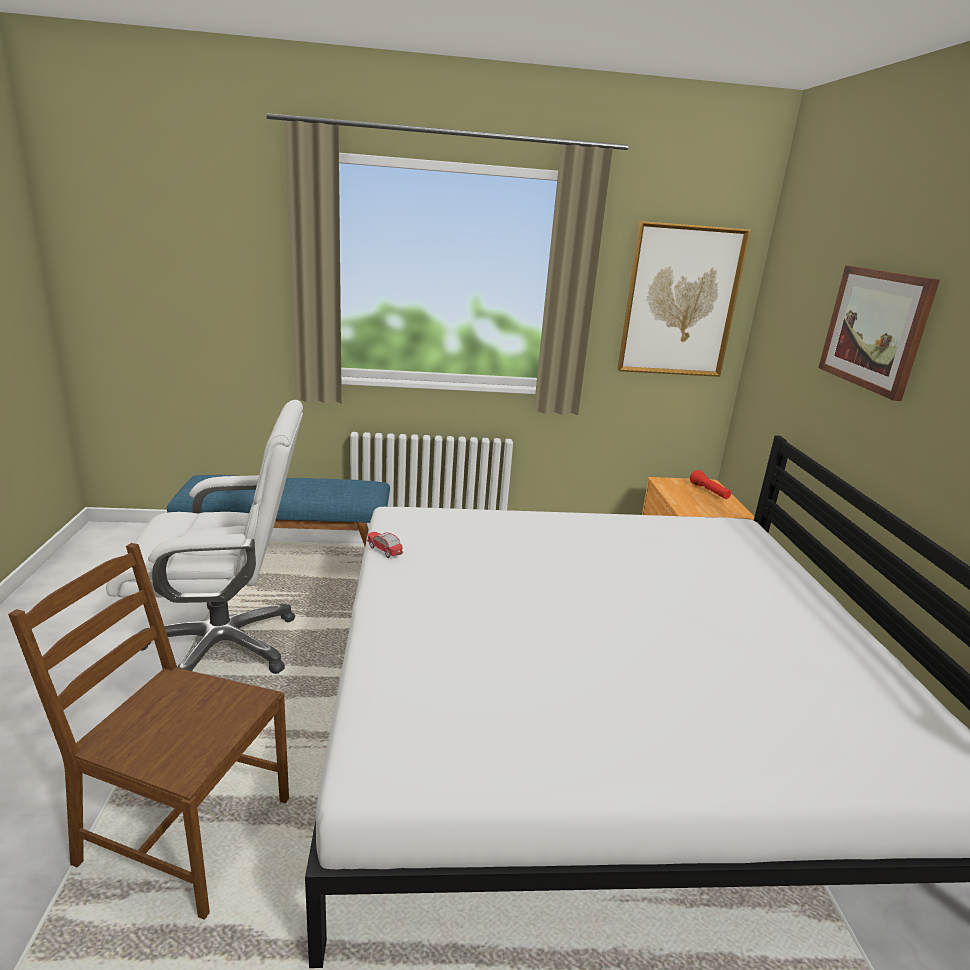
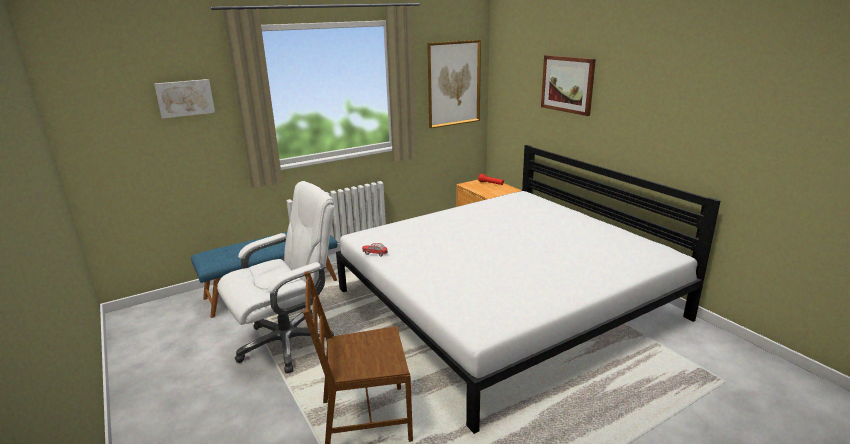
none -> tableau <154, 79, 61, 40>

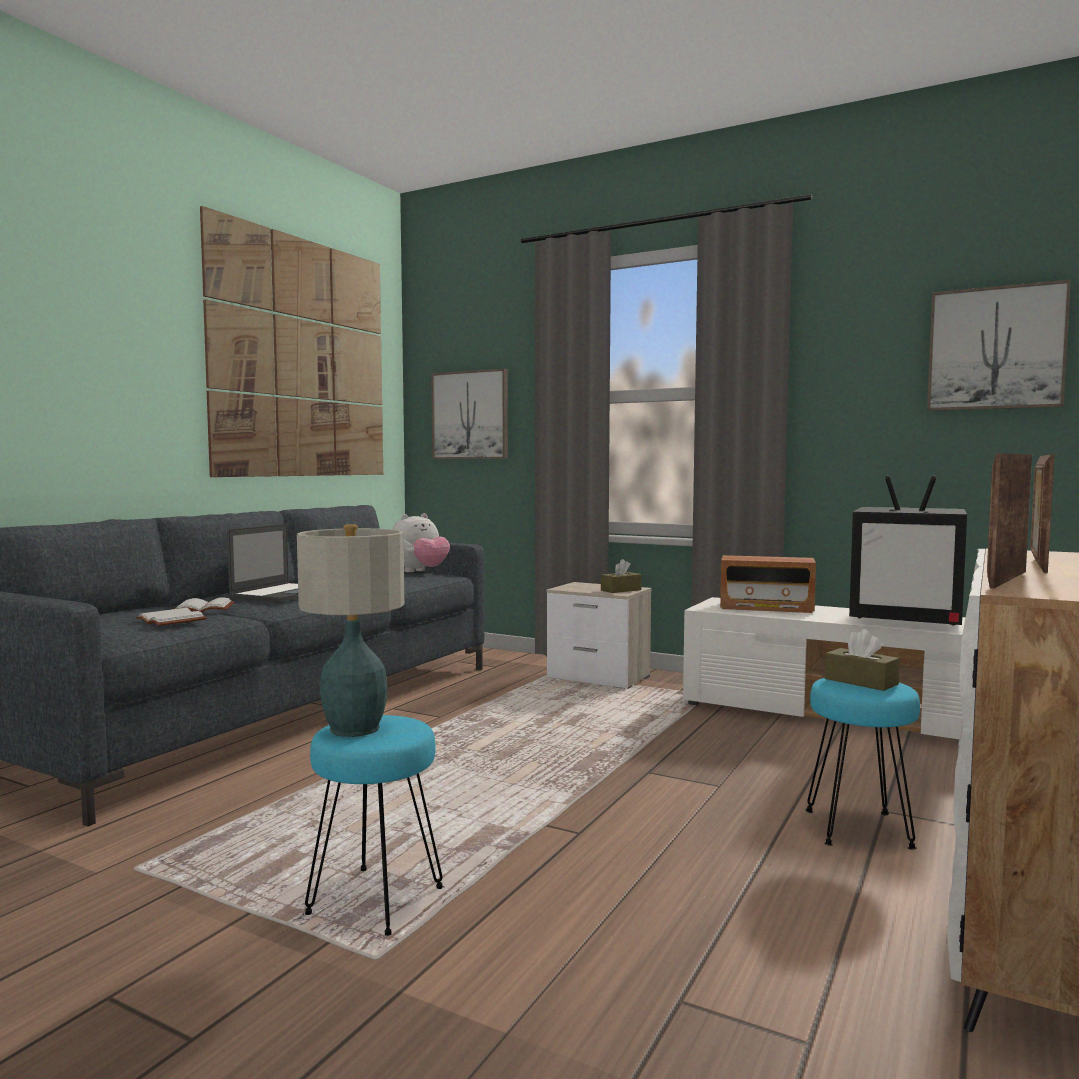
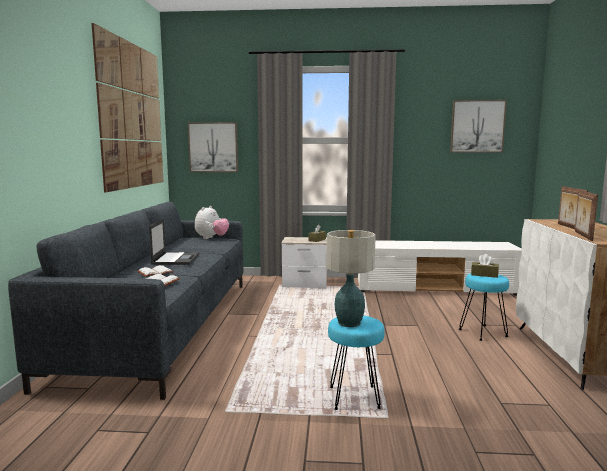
radio <720, 555, 96, 58> -> none
téléviseur <849, 475, 118, 150> -> none

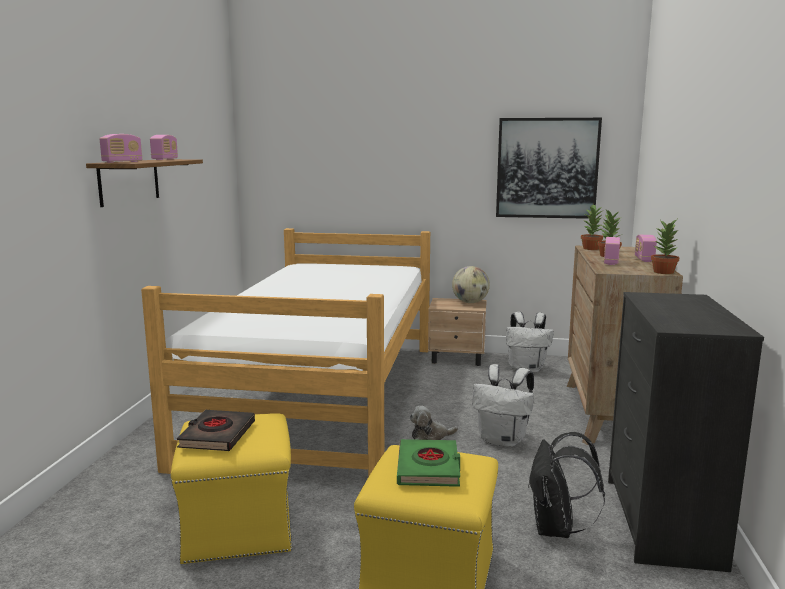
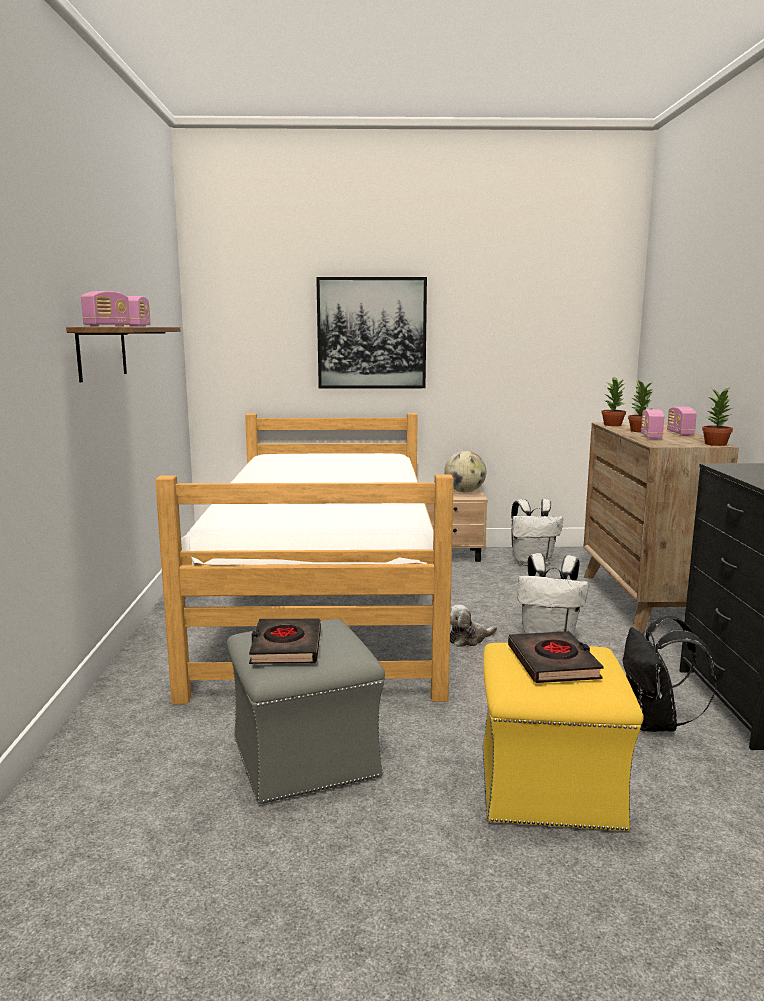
pouf/jaune <171, 413, 121, 151> -> pouf/gris <227, 619, 158, 185>
livre/vert <397, 439, 63, 48> -> livre/noir <508, 631, 96, 52>
tableau <496, 118, 106, 101> -> tableau <316, 277, 111, 112>, move

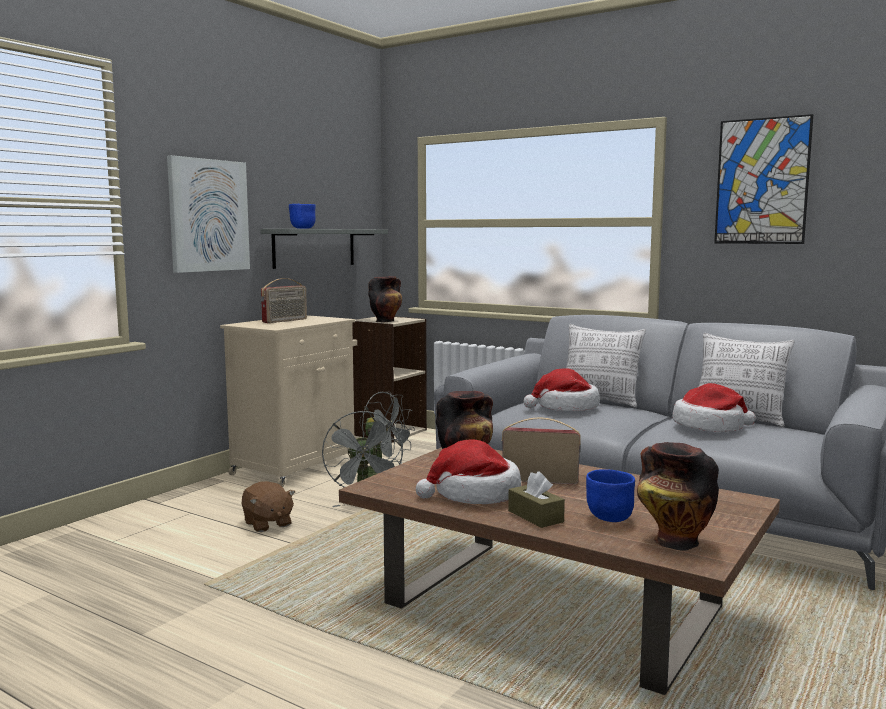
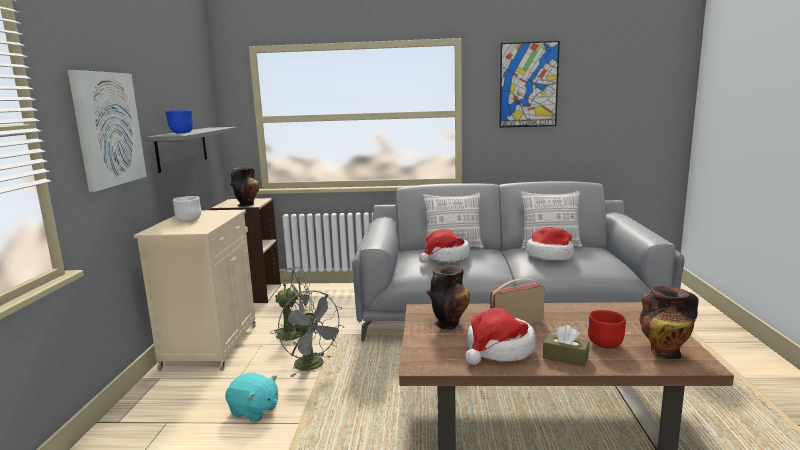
peluche/marron <242, 481, 53, 51> -> peluche/turquoise <225, 373, 53, 49>
radio <261, 278, 46, 45> -> bol/blanc <173, 196, 28, 26>
bol/bleu <586, 469, 49, 53> -> bol/rouge <588, 310, 38, 38>

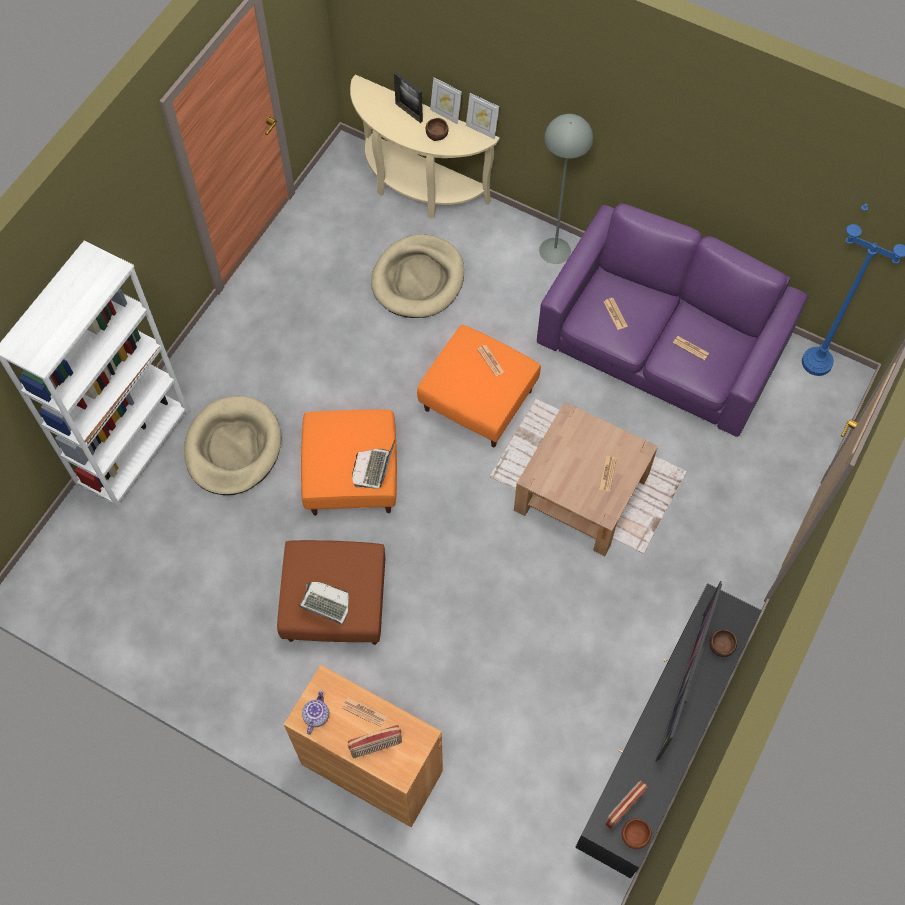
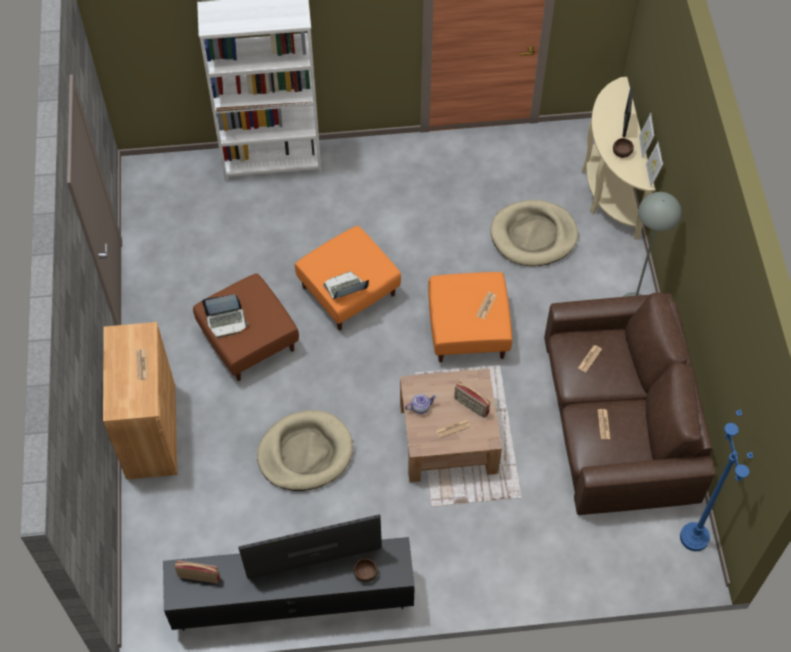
panier pour chien/beige <184, 396, 97, 99> -> panier pour chien/beige <257, 410, 96, 81>, move
ordinateur portable <298, 582, 51, 43> -> ordinateur portable <202, 294, 46, 44>, 90 degrees clockwise
théière <302, 690, 27, 45> -> théière <405, 394, 32, 20>, move
radio <348, 725, 54, 33> -> radio <454, 382, 36, 36>, move
canapé/violet <537, 204, 271, 233> -> canapé/marron <544, 293, 171, 222>
bol/marron <622, 818, 30, 31> -> none

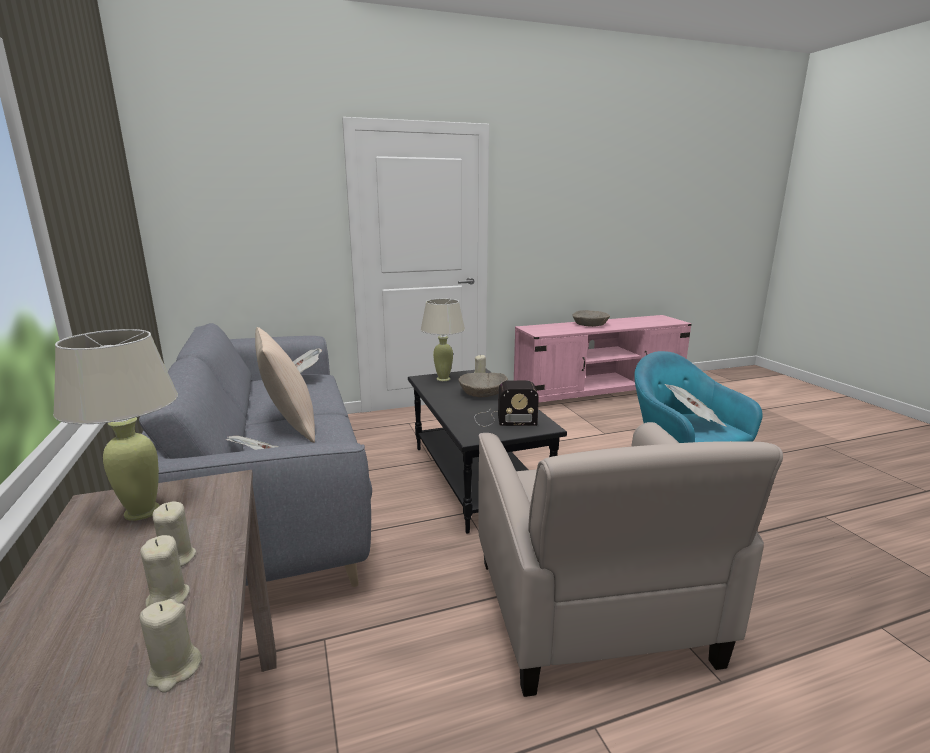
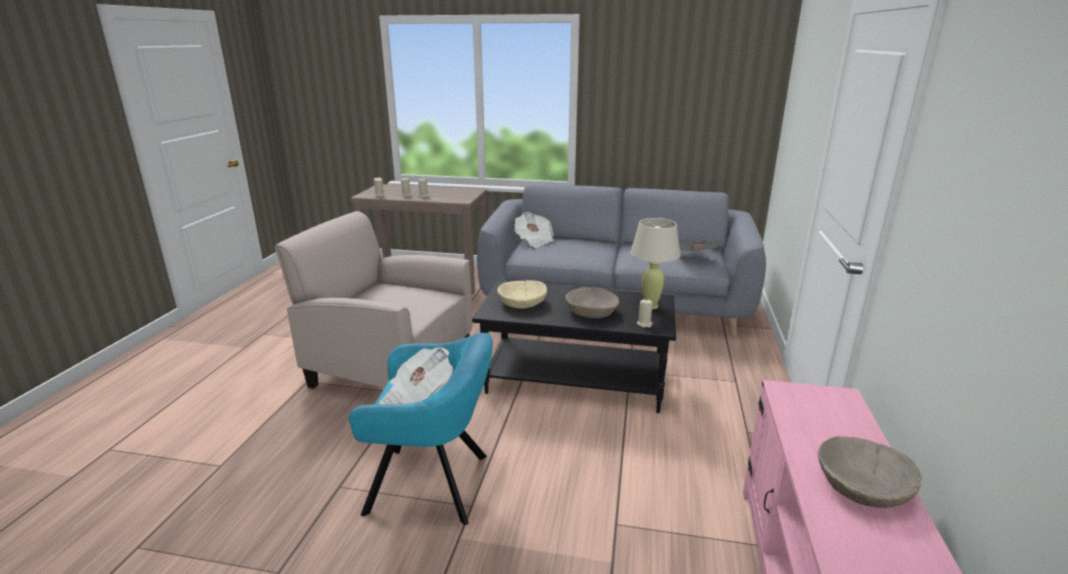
lampe de table/beige <53, 329, 125, 192> -> none
coussin/beige <255, 327, 60, 116> -> none
radio <475, 380, 64, 47> -> bol/beige <497, 280, 50, 29>

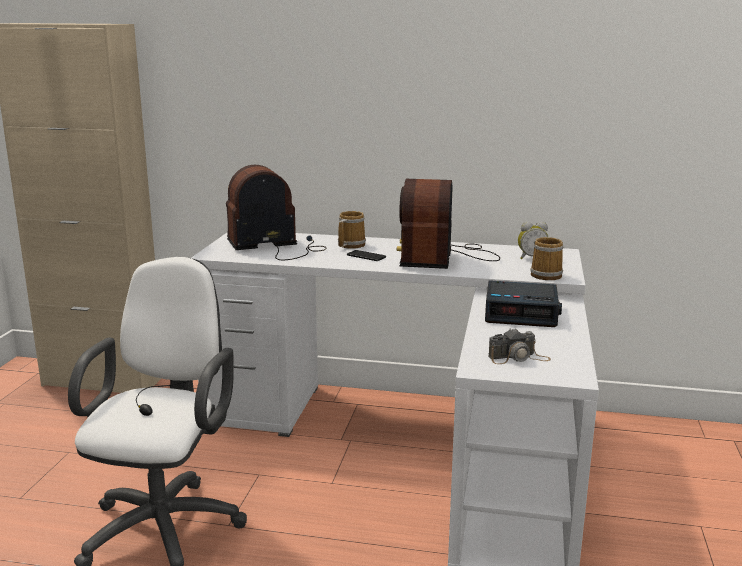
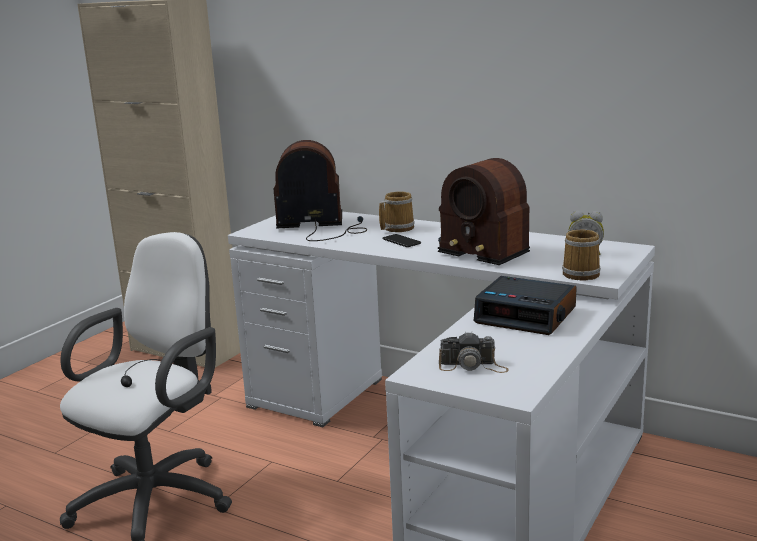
radio <397, 179, 103, 90> -> radio <438, 158, 92, 107>, 75 degrees counterclockwise

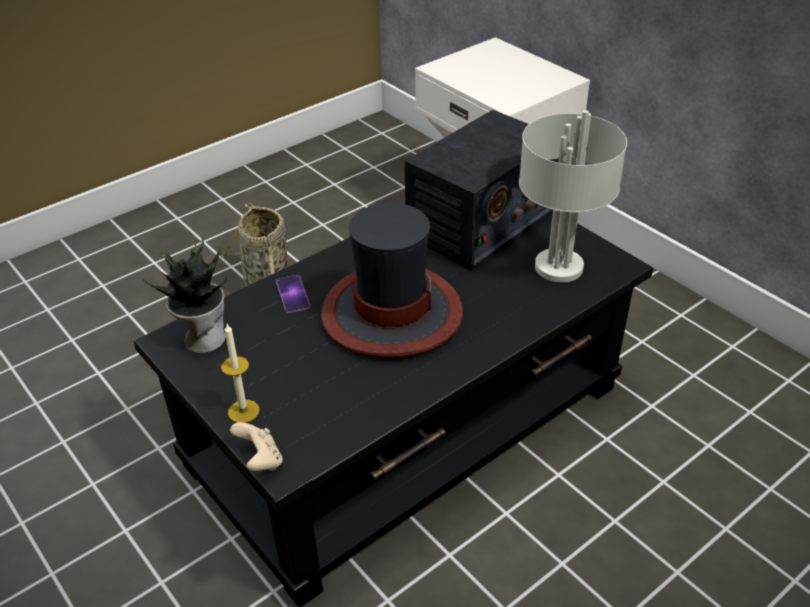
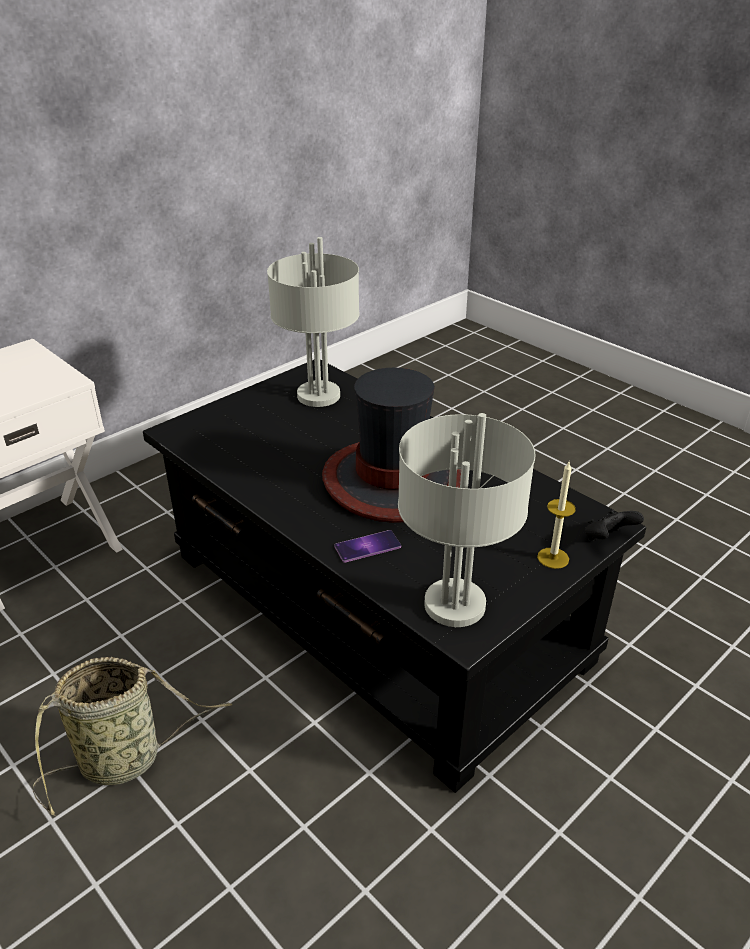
plante en pot <142, 235, 85, 118> -> lampe de table/gris <398, 413, 137, 214>
manette/beige <230, 422, 53, 49> -> manette/noir <585, 510, 59, 31>
radio <404, 110, 155, 161> -> none

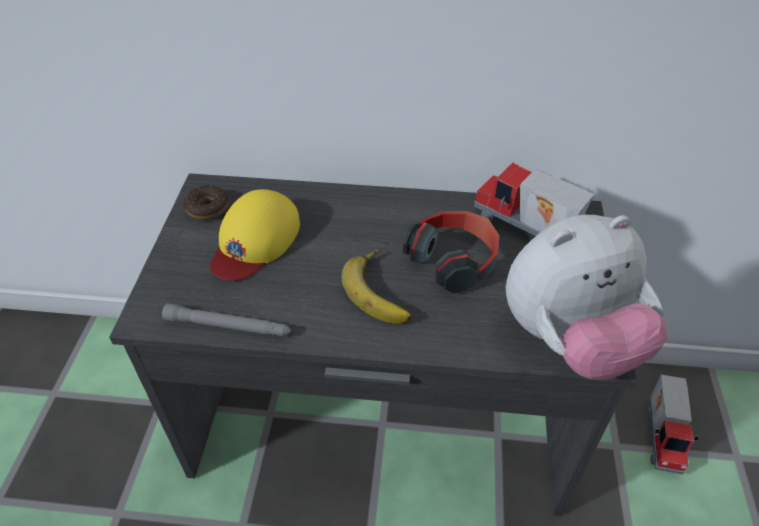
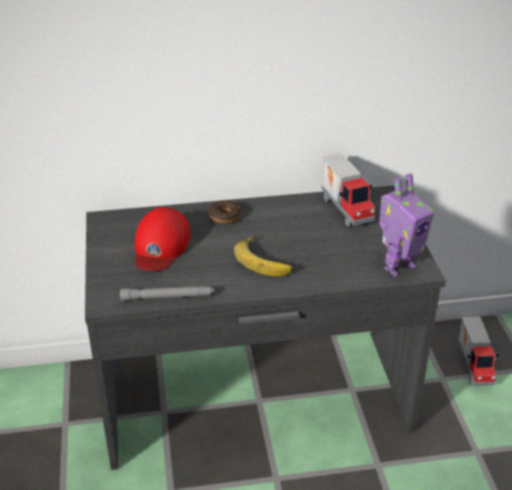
beignet <183, 185, 46, 35> -> beignet <209, 200, 32, 24>, move
casquette/jaune <210, 189, 90, 91> -> casquette/rouge <135, 207, 55, 64>
casque audio <403, 211, 97, 83> -> none
camion jouet <474, 163, 120, 73> -> camion jouet <321, 153, 54, 74>, 135 degrees counterclockwise
peluche <506, 215, 162, 165> -> robot jouet <379, 174, 55, 103>

